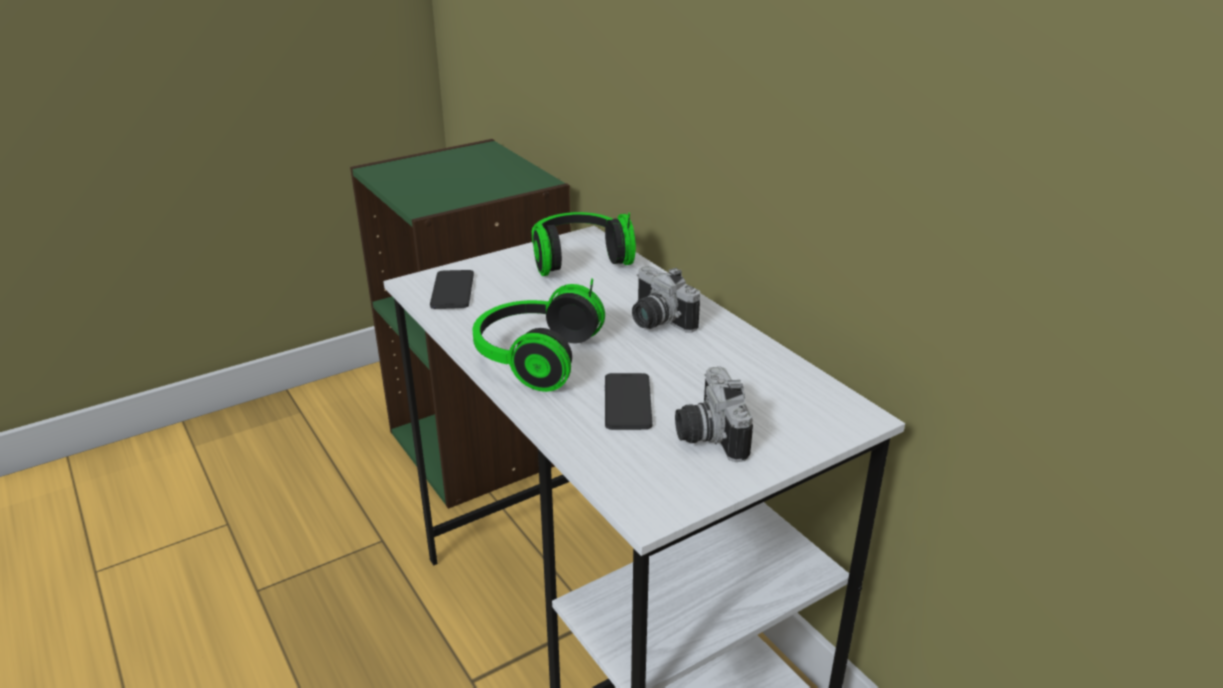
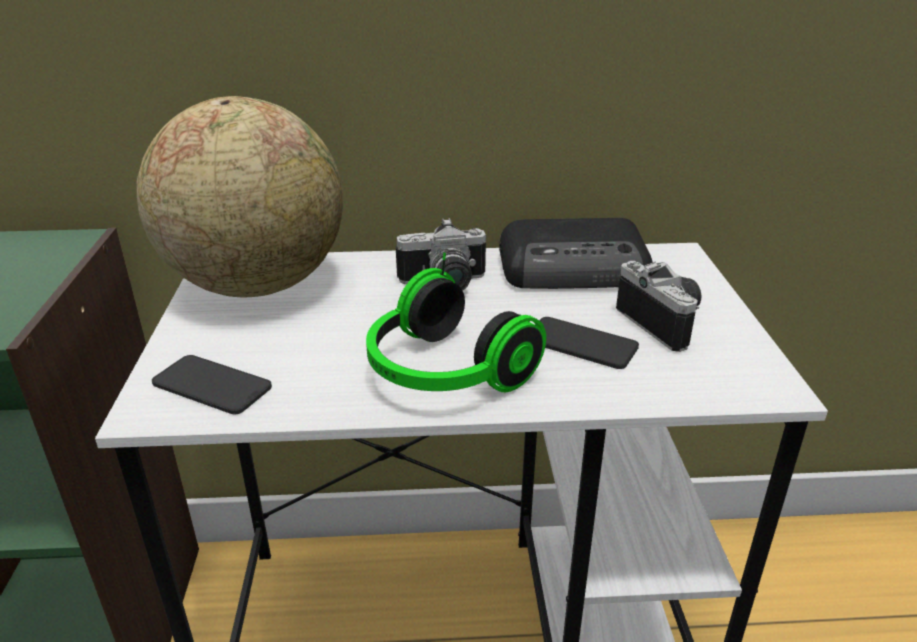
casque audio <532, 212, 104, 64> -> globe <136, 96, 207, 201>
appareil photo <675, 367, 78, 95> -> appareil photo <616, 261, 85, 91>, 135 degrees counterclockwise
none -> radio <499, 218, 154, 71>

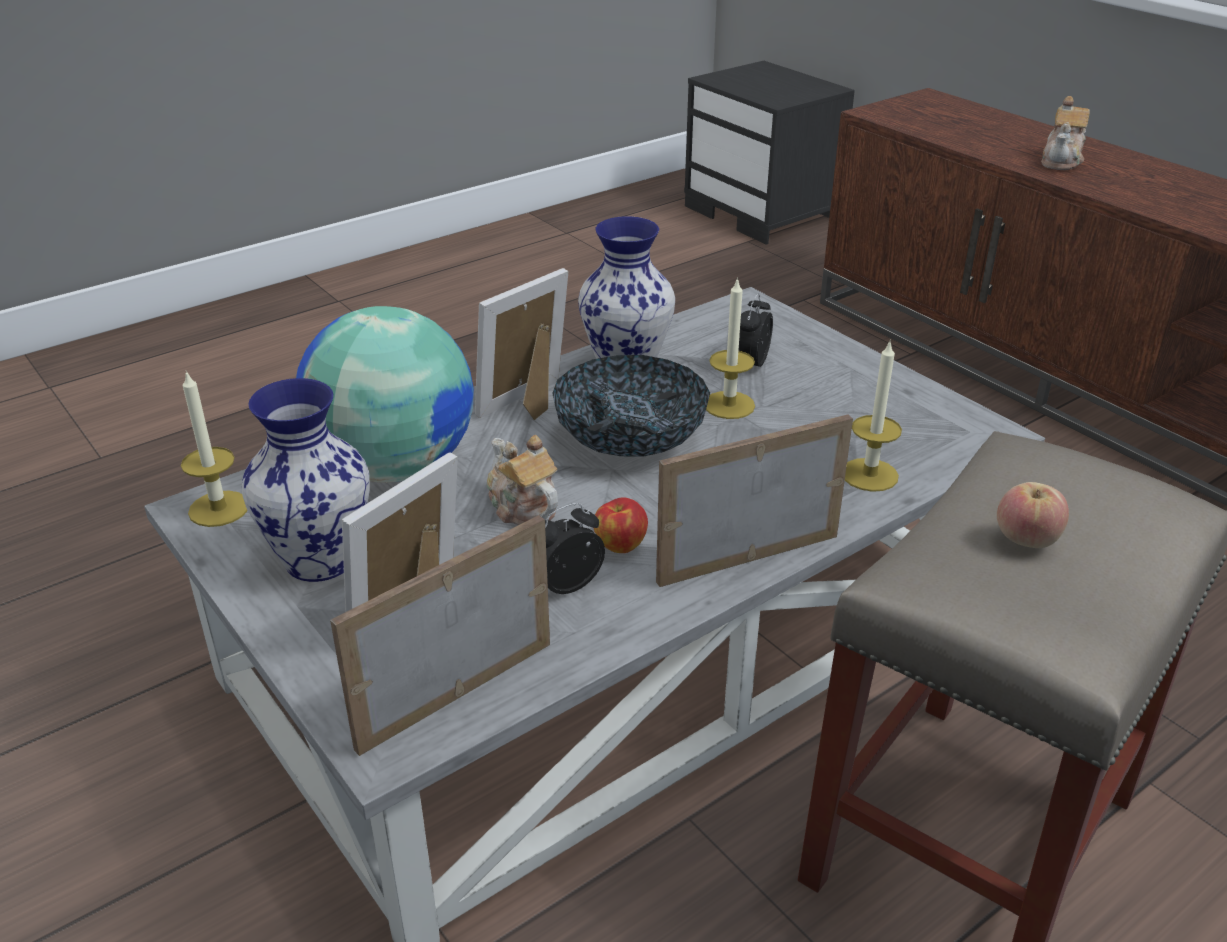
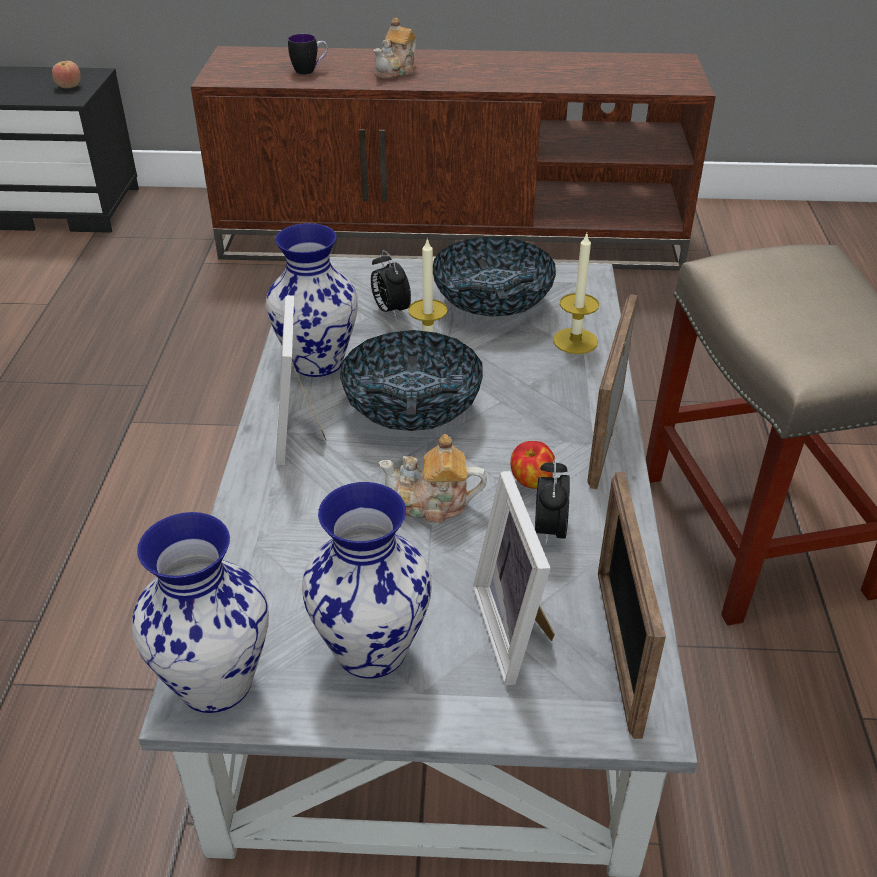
bougie <181, 371, 67, 156> -> vase <132, 512, 137, 201>
globe <296, 306, 178, 177> -> none
pomme <997, 482, 72, 66> -> pomme <52, 61, 29, 27>, move
théière <1041, 96, 49, 74> -> théière <373, 18, 43, 61>, 60 degrees clockwise
none -> mug <288, 34, 40, 41>
none -> bol <433, 237, 123, 80>

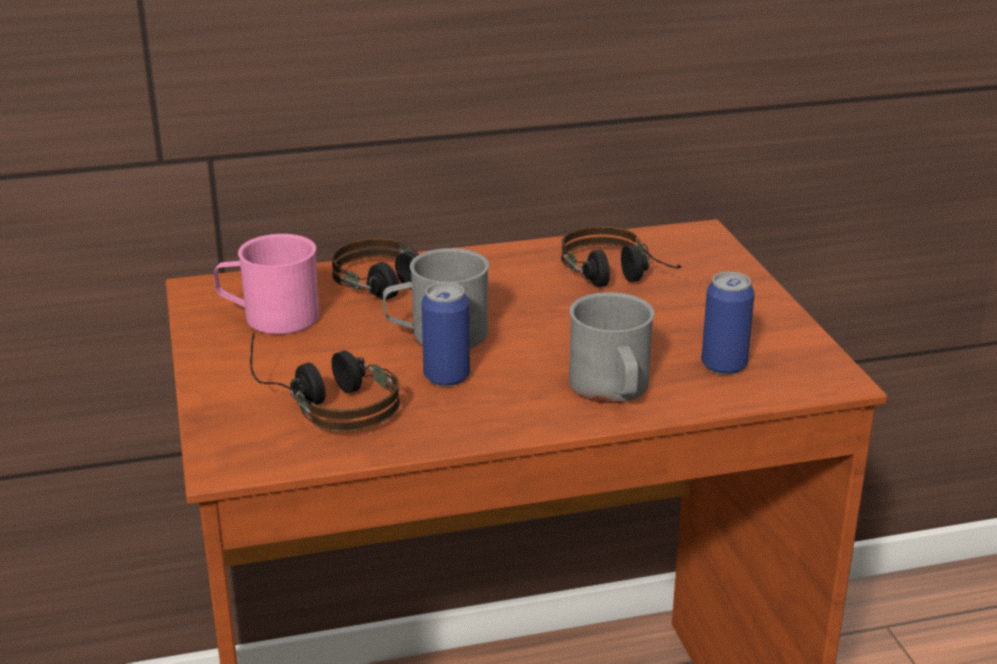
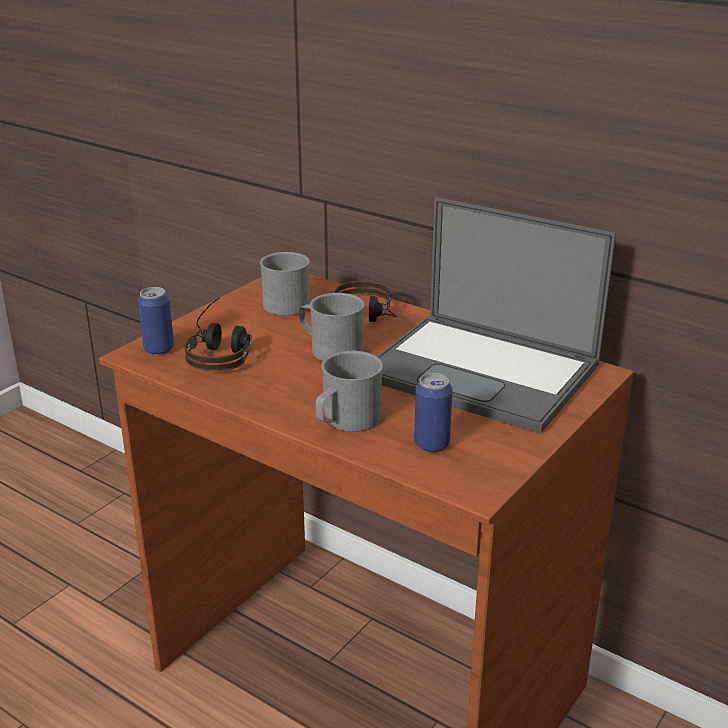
mug/rose <214, 234, 105, 100> -> mug/gris <260, 252, 50, 64>
boîte métallique <421, 282, 49, 104> -> boîte métallique <138, 287, 36, 68>, move
casque audio <561, 226, 121, 61> -> ordinateur portable <377, 197, 239, 237>

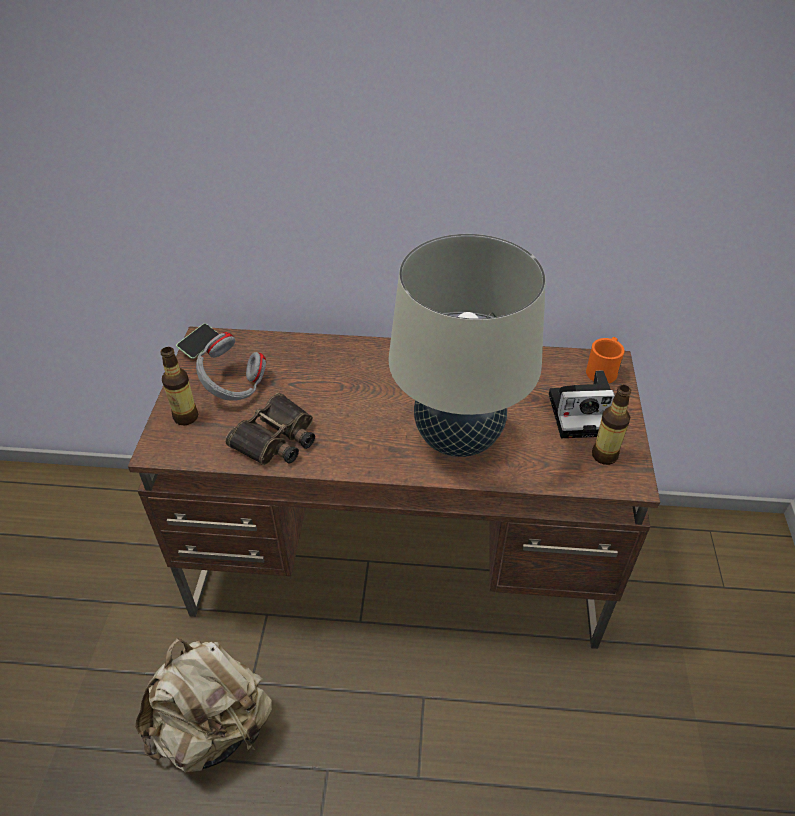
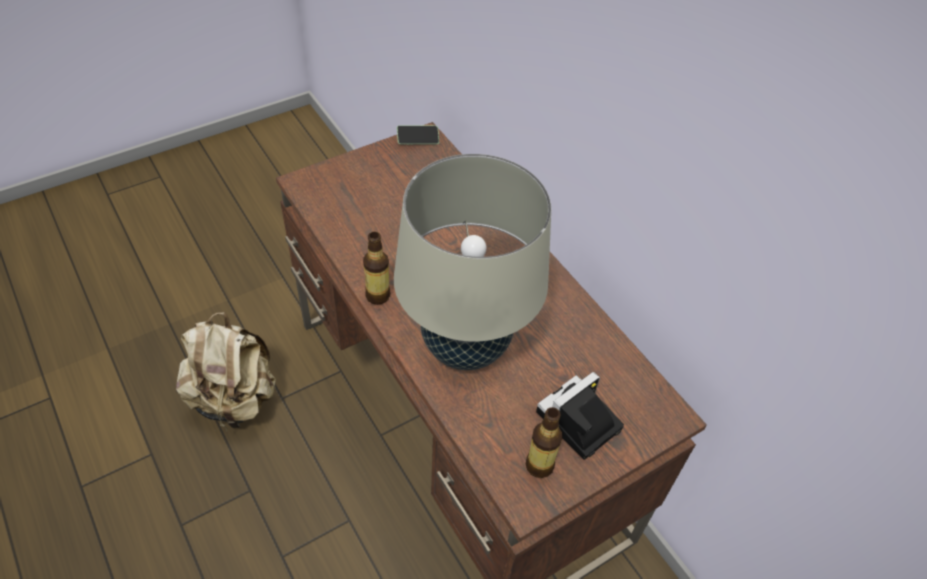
bouteille <160, 347, 38, 78> -> bouteille <363, 232, 27, 73>, move
casque audio/gris <196, 332, 70, 69> -> none
jumelles <225, 393, 90, 72> -> none
appareil photo <549, 370, 66, 68> -> appareil photo <536, 372, 88, 88>, 90 degrees clockwise
mug/orange <586, 337, 38, 46> -> none

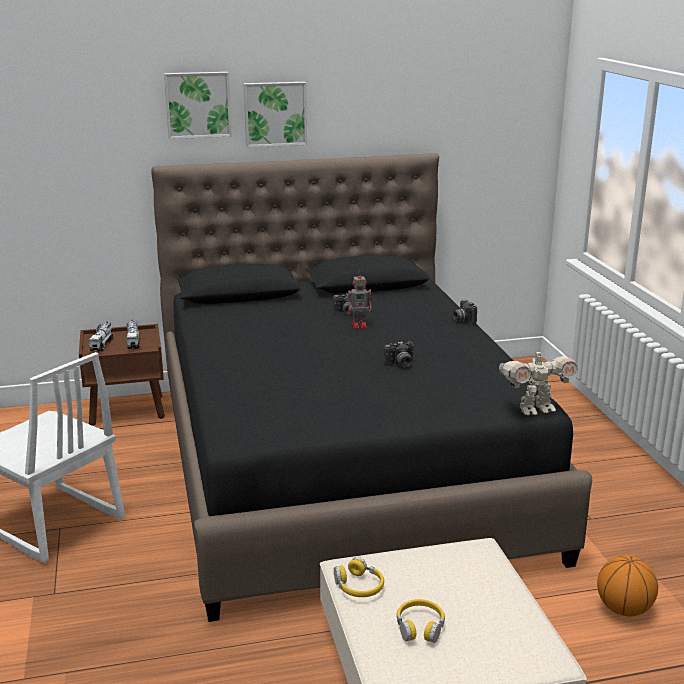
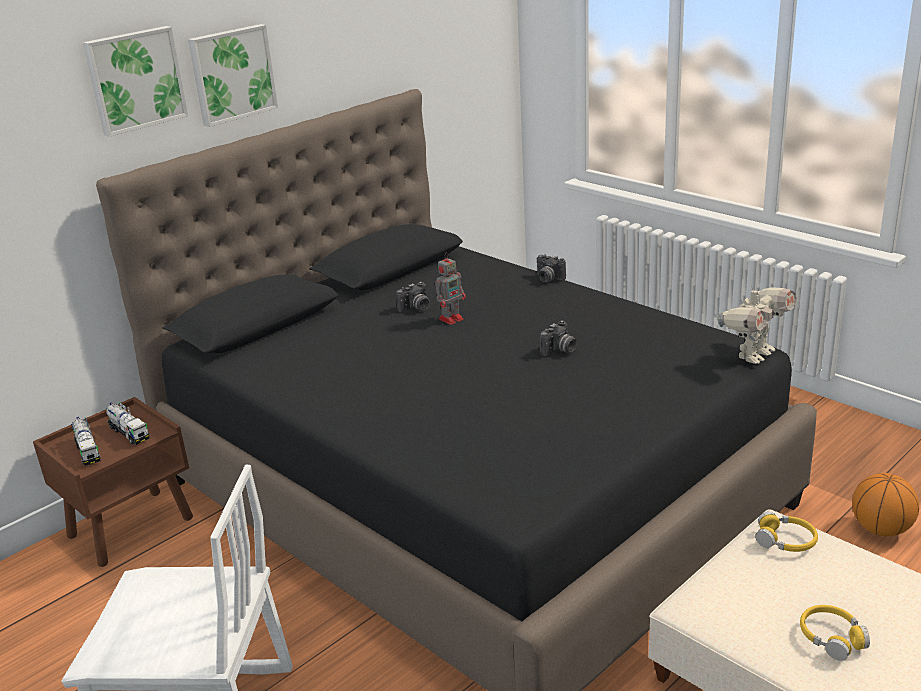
casque audio/jaune <334, 557, 50, 40> -> casque audio/jaune <755, 512, 63, 40>, move

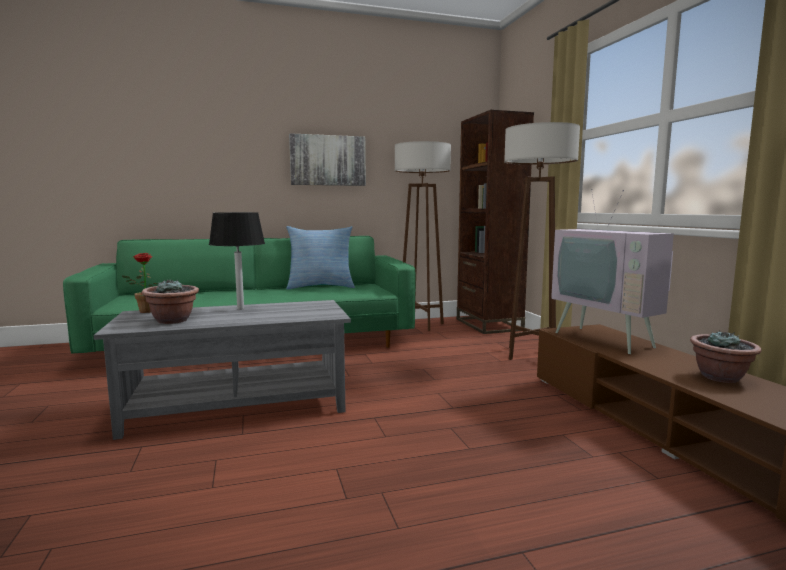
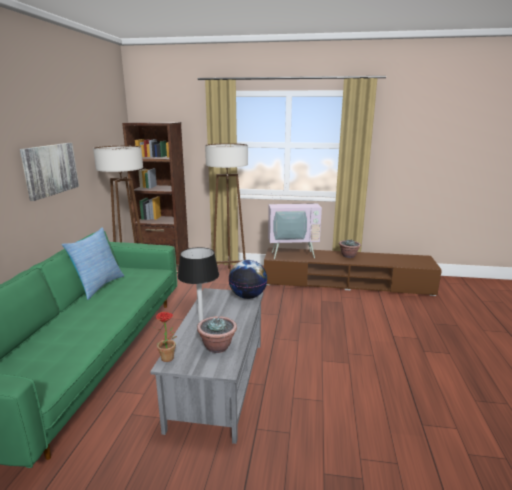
none -> globe <228, 260, 40, 39>

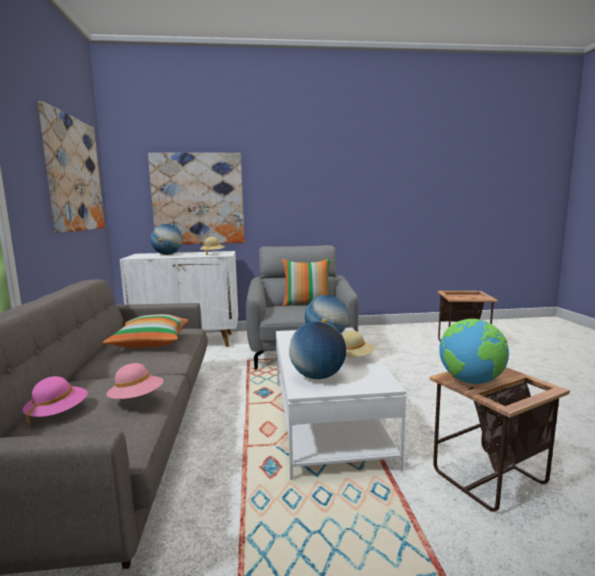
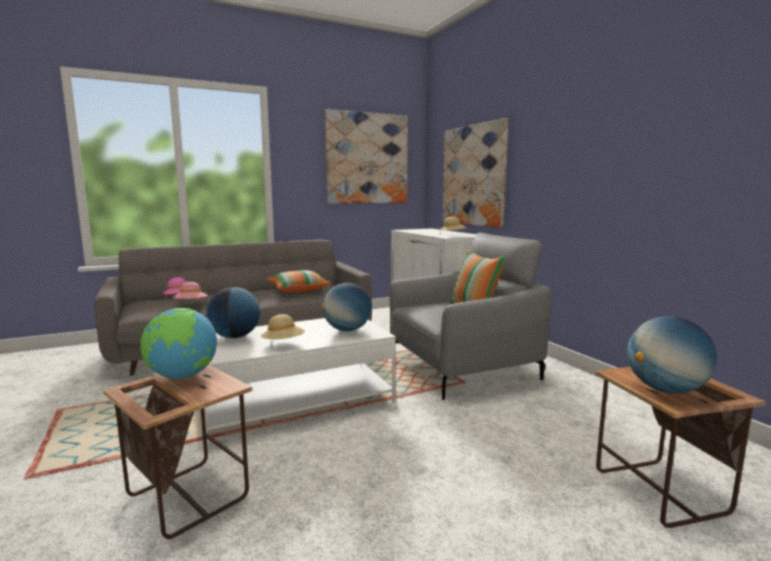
globe <150, 224, 32, 31> -> globe <627, 316, 90, 77>, move

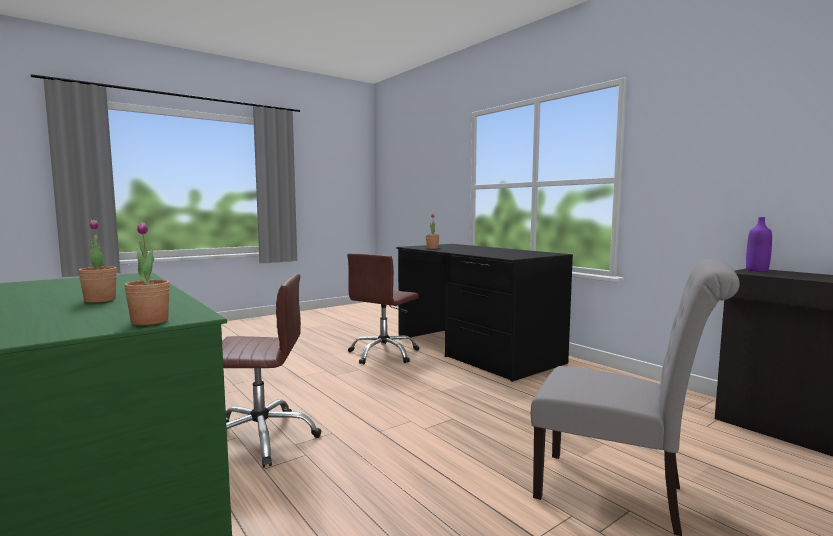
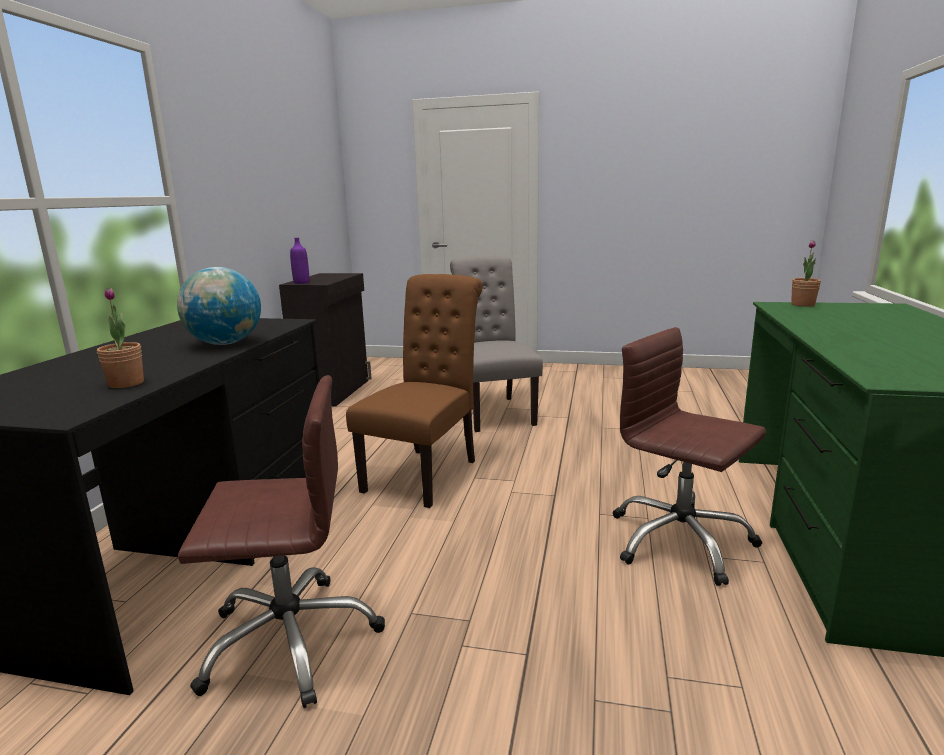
plante en pot <78, 220, 39, 83> -> none
none -> globe <177, 267, 84, 78>
none -> chaise/marron <346, 274, 136, 234>

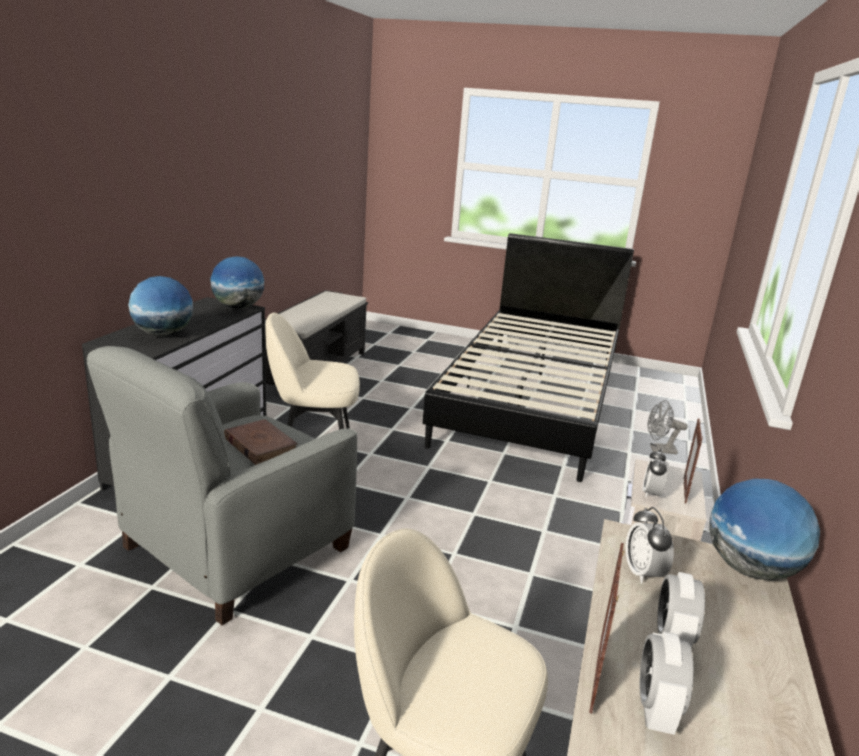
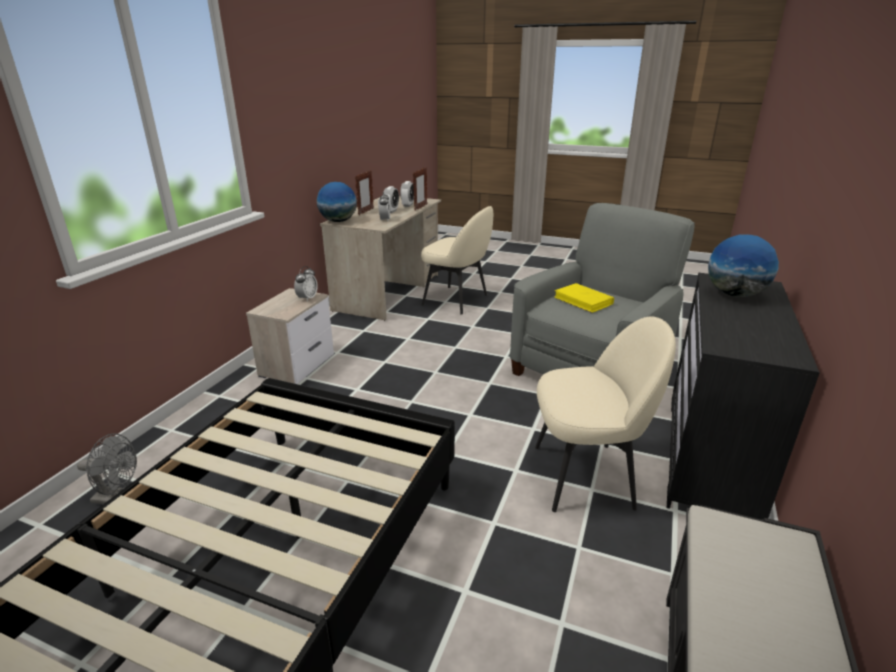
globe <210, 256, 54, 53> -> none
livre/marron <224, 419, 74, 46> -> livre/jaune <554, 283, 60, 30>
cadre photo <683, 418, 20, 85> -> cadre photo <355, 170, 19, 45>, move

